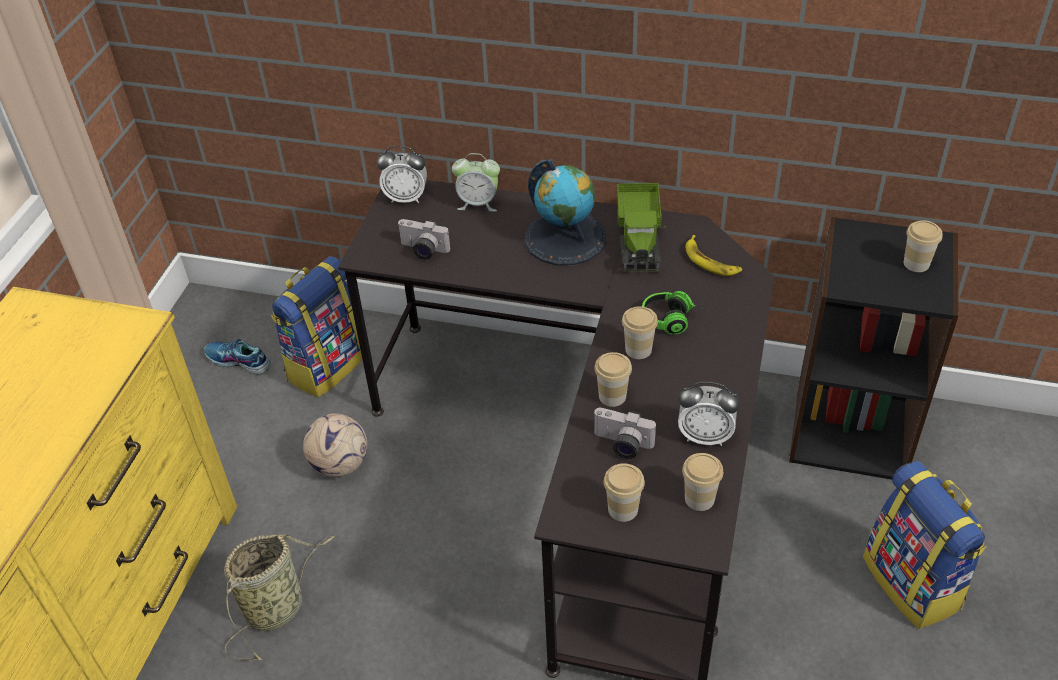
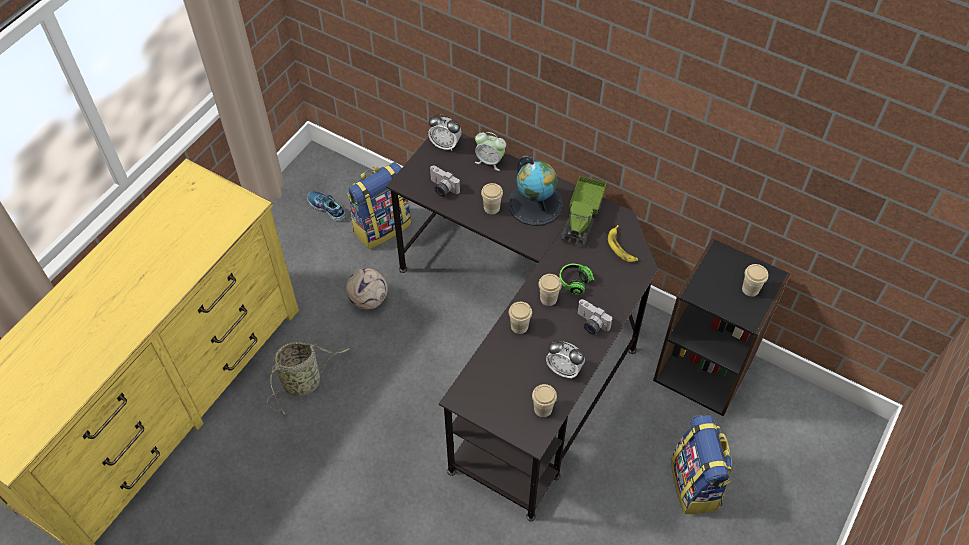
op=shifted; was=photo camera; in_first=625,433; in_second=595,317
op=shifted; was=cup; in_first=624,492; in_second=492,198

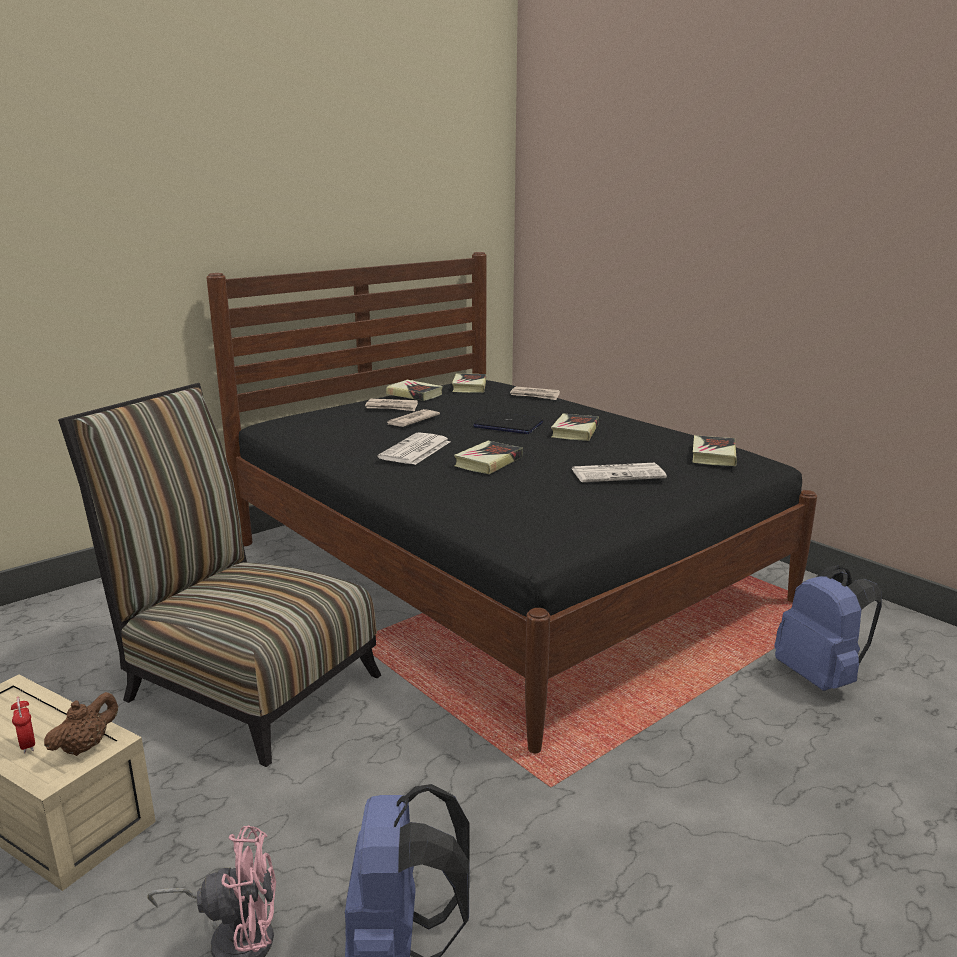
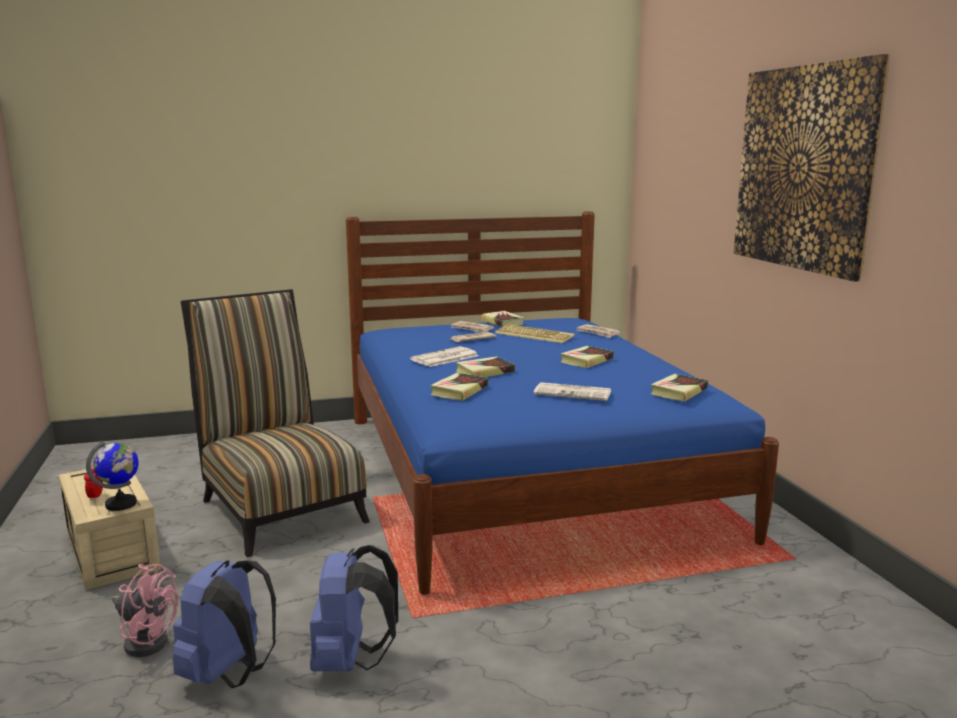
op=gone; was=laptop; in_first=508,423
op=new; now=keyboard; in_second=535,333
op=new; now=picture; in_second=812,167
op=shifted; was=book; in_first=469,383; in_second=459,387
op=shifted; was=backpack in blue; in_first=828,628; in_second=354,608
op=swapped; was=teapot in brown; now=globe; in_first=81,724; in_second=112,476
op=repainted; was=bed in black; now=bed in blue; in_first=512,502; in_second=562,403

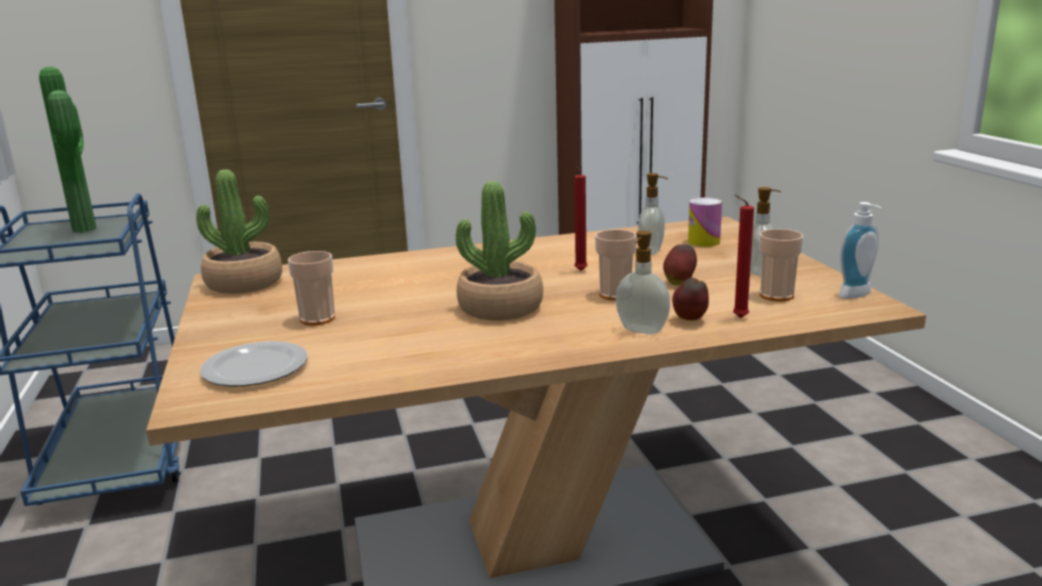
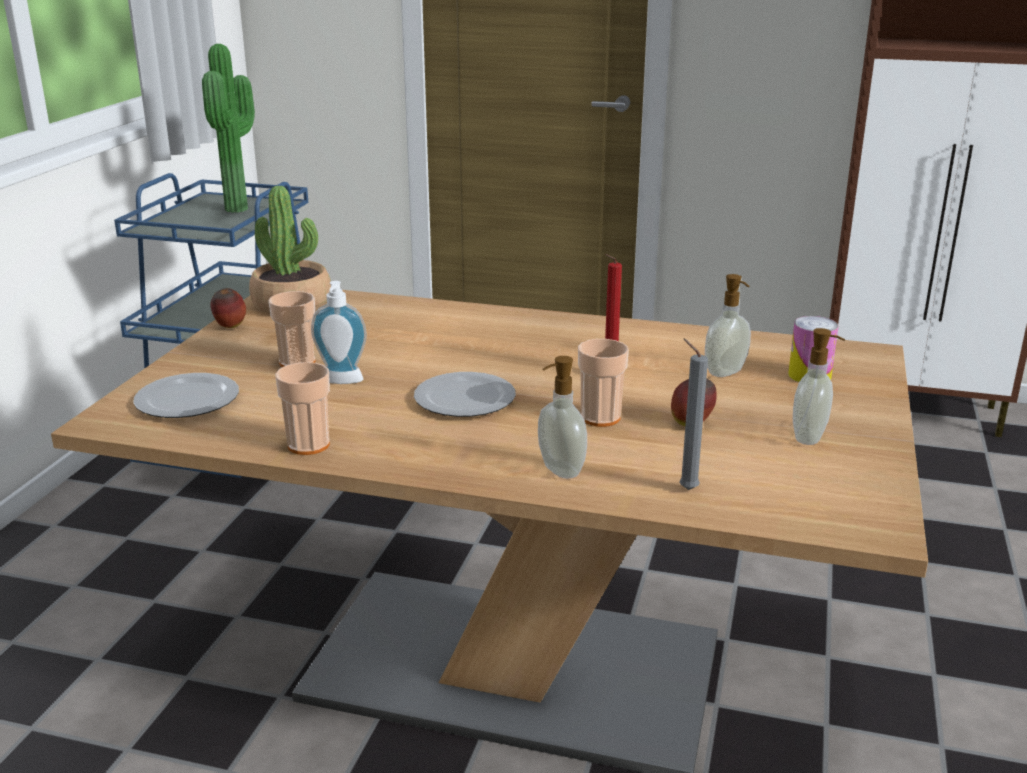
op=shifted; was=apple; in_first=690,299; in_second=228,308
op=shifted; was=cup; in_first=781,265; in_second=302,408
op=shifted; was=soap dispenser; in_first=860,250; in_second=339,332
op=swapped; was=potted plant; now=plate; in_first=499,251; in_second=465,394
op=repainted; was=candle in red; now=candle in grey; in_first=743,256; in_second=693,414

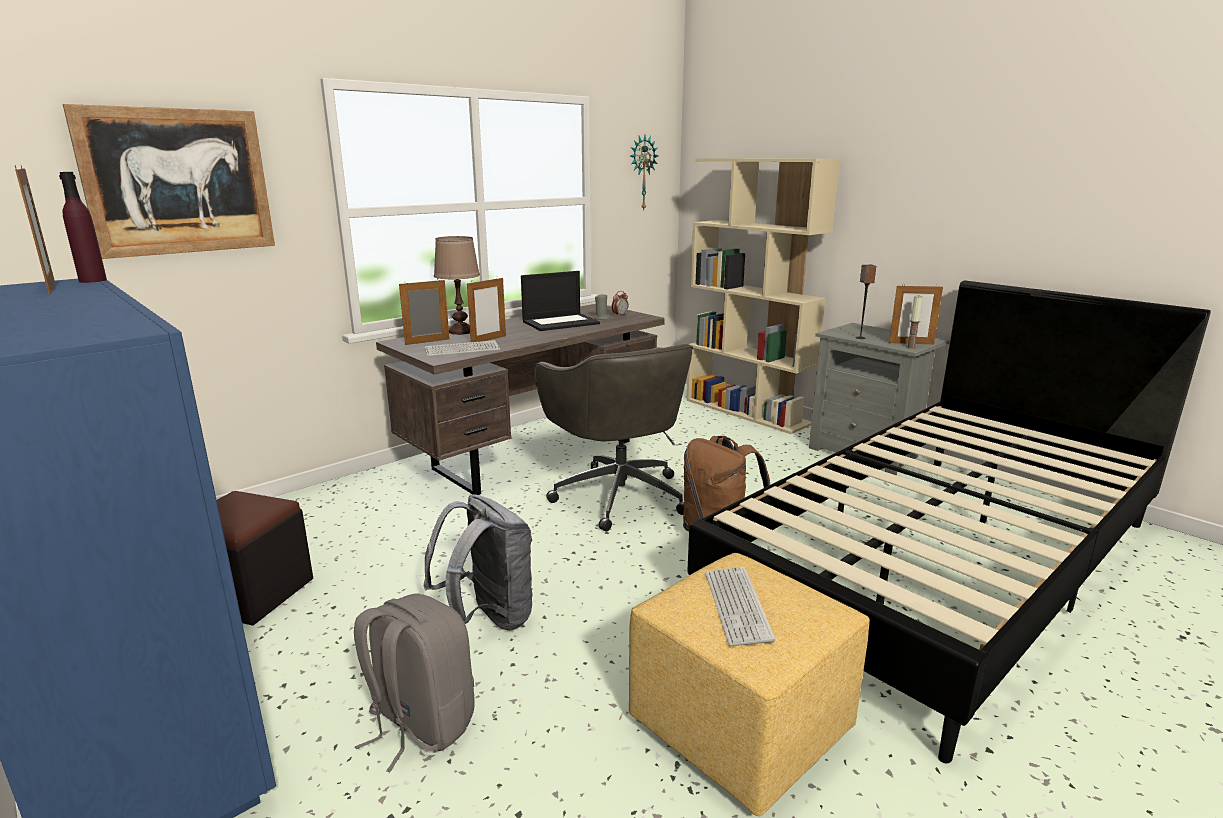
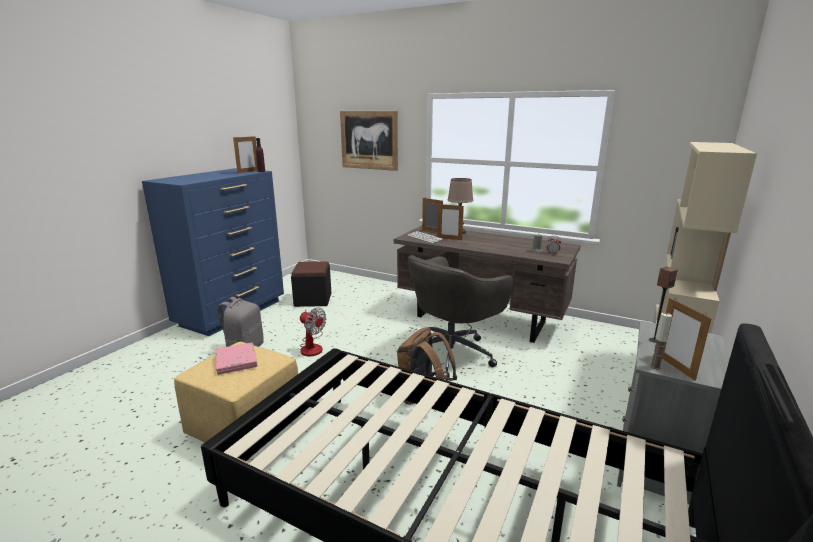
op=gone; was=laptop; in_first=560,301
op=gone; was=wall clock; in_first=644,172
op=swapped; was=backpack in grey; now=fan; in_first=478,562; in_second=313,331
op=swapped; was=keyboard; now=book in pink; in_first=740,606; in_second=236,358

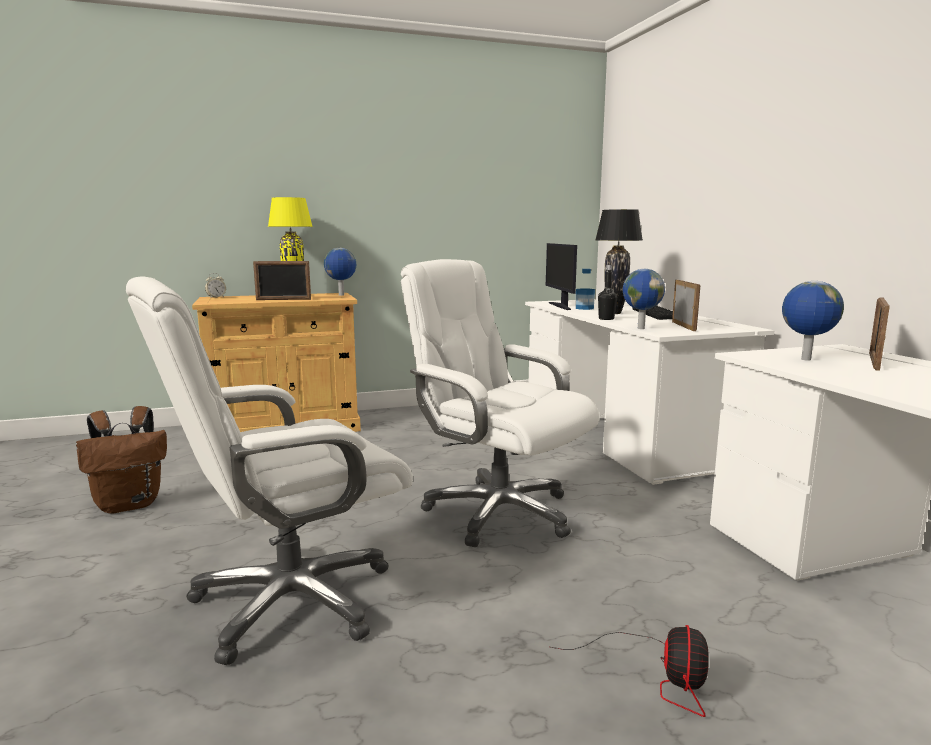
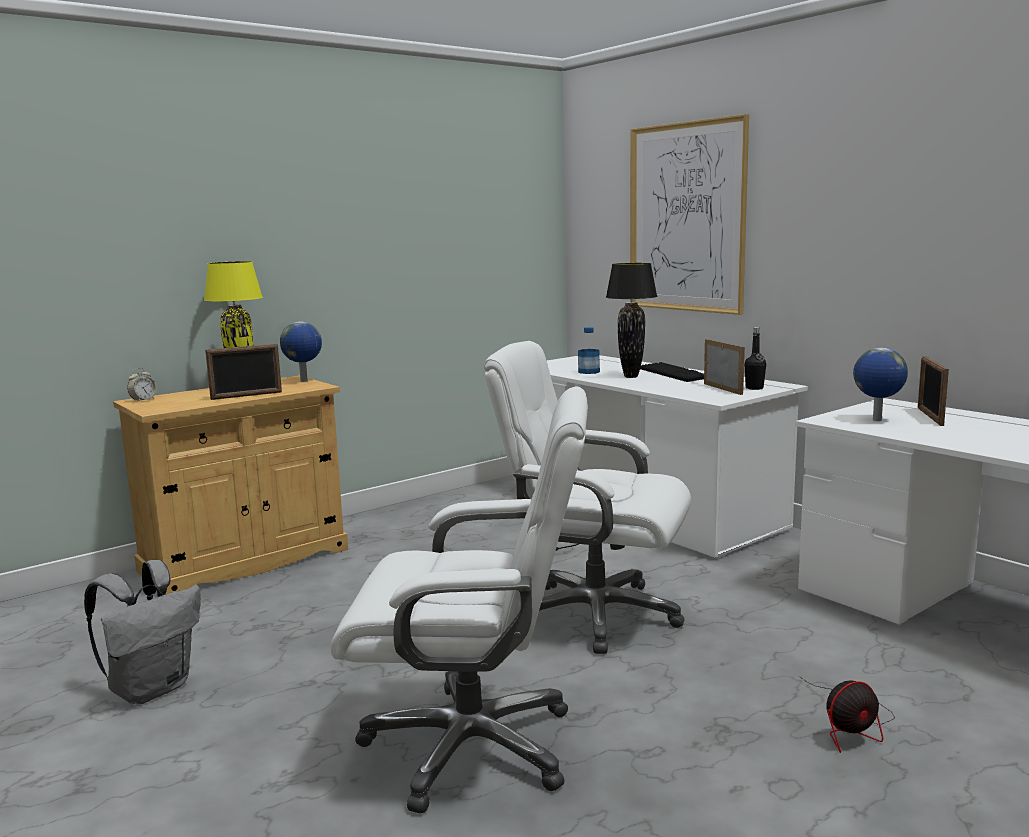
op=gone; was=monitor; in_first=561,276
op=gone; was=globe; in_first=644,299
op=new; now=picture; in_second=689,214
op=shifted; was=bottle in black; in_first=607,292; in_second=755,358
op=repainted; was=backpack in brown; now=backpack in grey; in_first=121,460; in_second=142,632
op=rotated; was=office chair in white; in_first=269,470; in_second=459,600; clockwise=-120
op=rotated; was=fan; in_first=630,671; in_second=847,714; clockwise=75

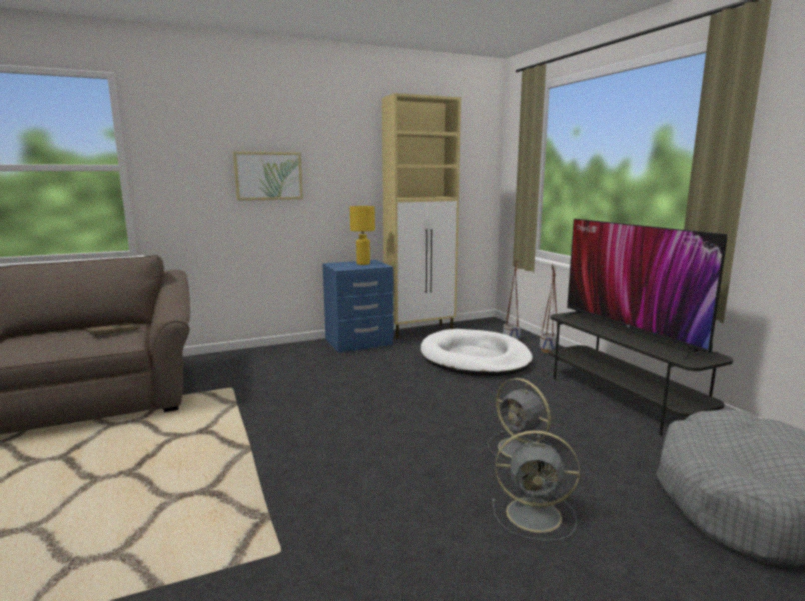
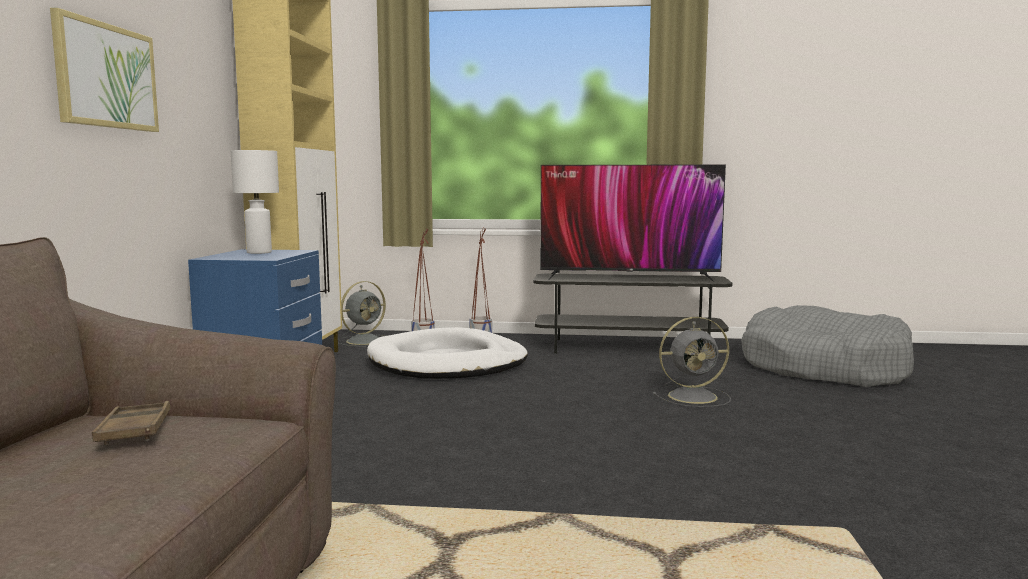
op=shifted; was=fan in grey; in_first=536,485; in_second=362,313
op=repainted; was=table lamp in yellow; now=table lamp in white; in_first=362,235; in_second=255,202

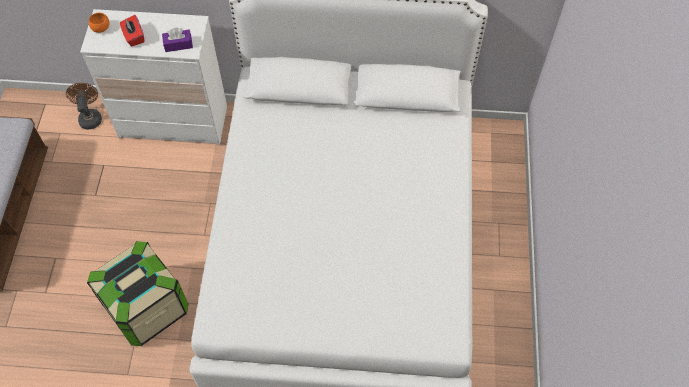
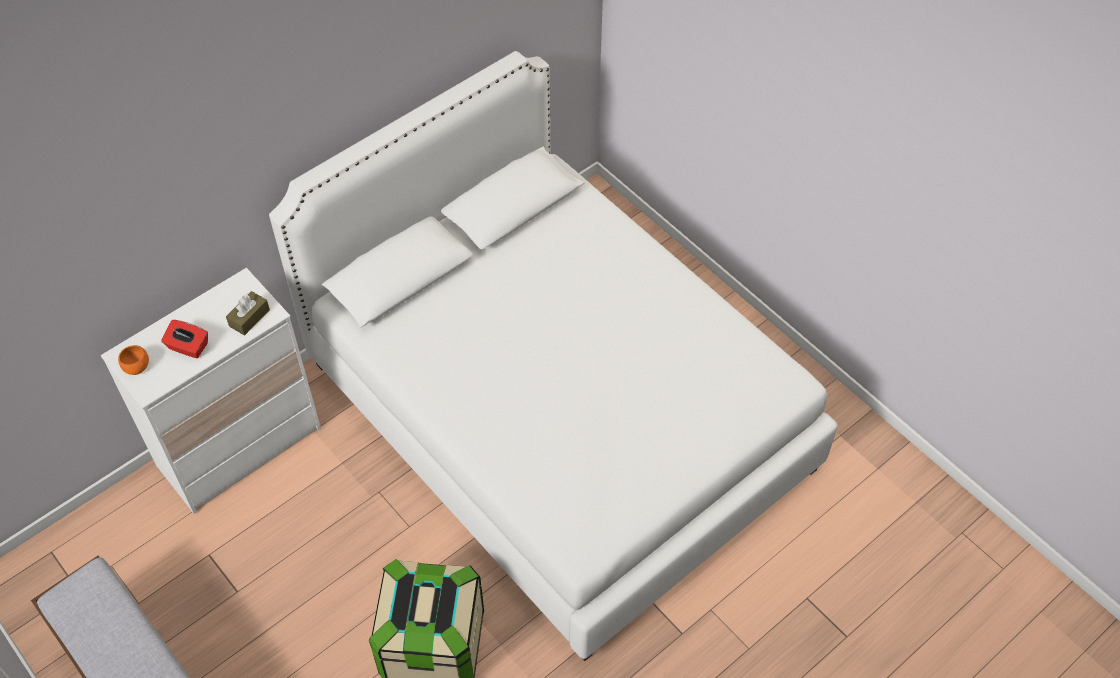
op=gone; was=fan in brown; in_first=84,106
op=repainted; was=tissue box in purple; now=tissue box in brown; in_first=177,40; in_second=248,313

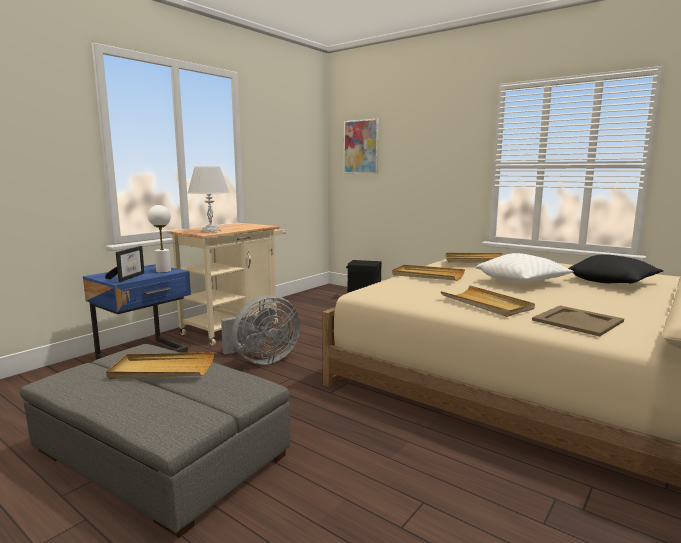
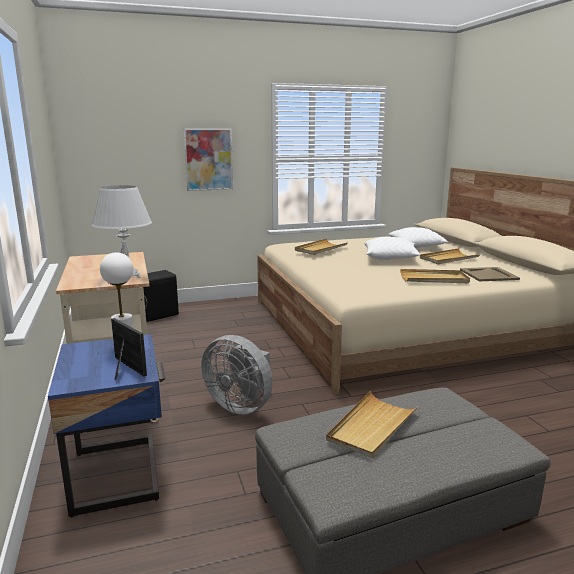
op=shifted; was=picture; in_first=361,146; in_second=208,159
op=shifted; was=tray in beige; in_first=428,273; in_second=450,256
op=repainted; was=pillow in black; now=pillow in white; in_first=615,269; in_second=419,237
op=rotated; was=fan in grey; in_first=260,330; in_second=237,375; clockwise=120

